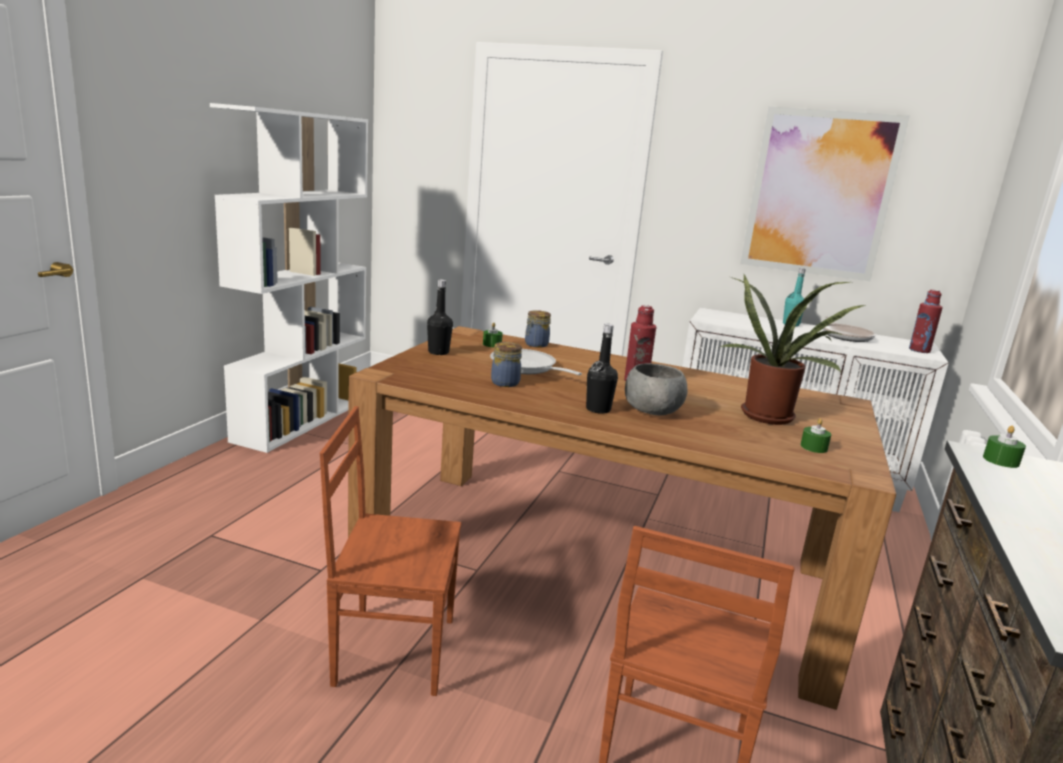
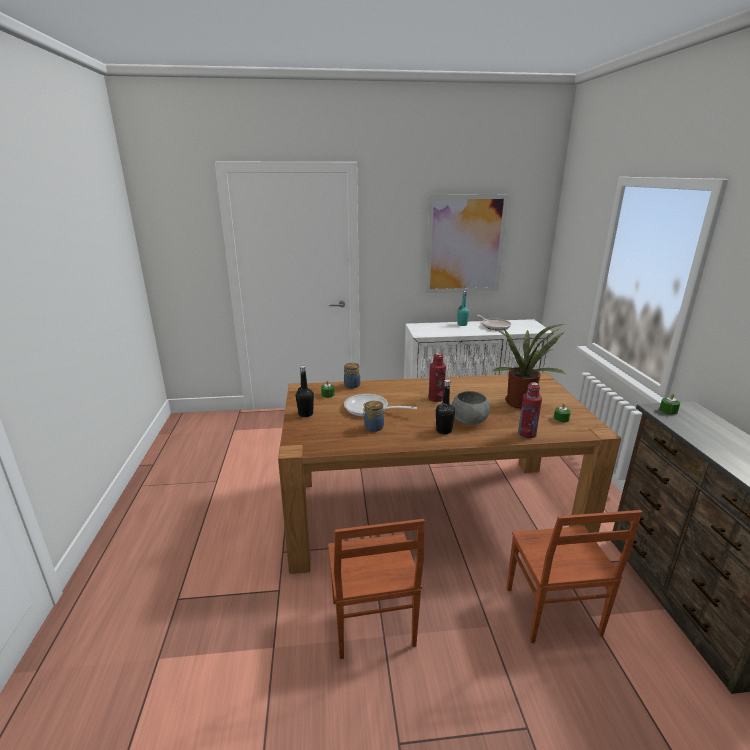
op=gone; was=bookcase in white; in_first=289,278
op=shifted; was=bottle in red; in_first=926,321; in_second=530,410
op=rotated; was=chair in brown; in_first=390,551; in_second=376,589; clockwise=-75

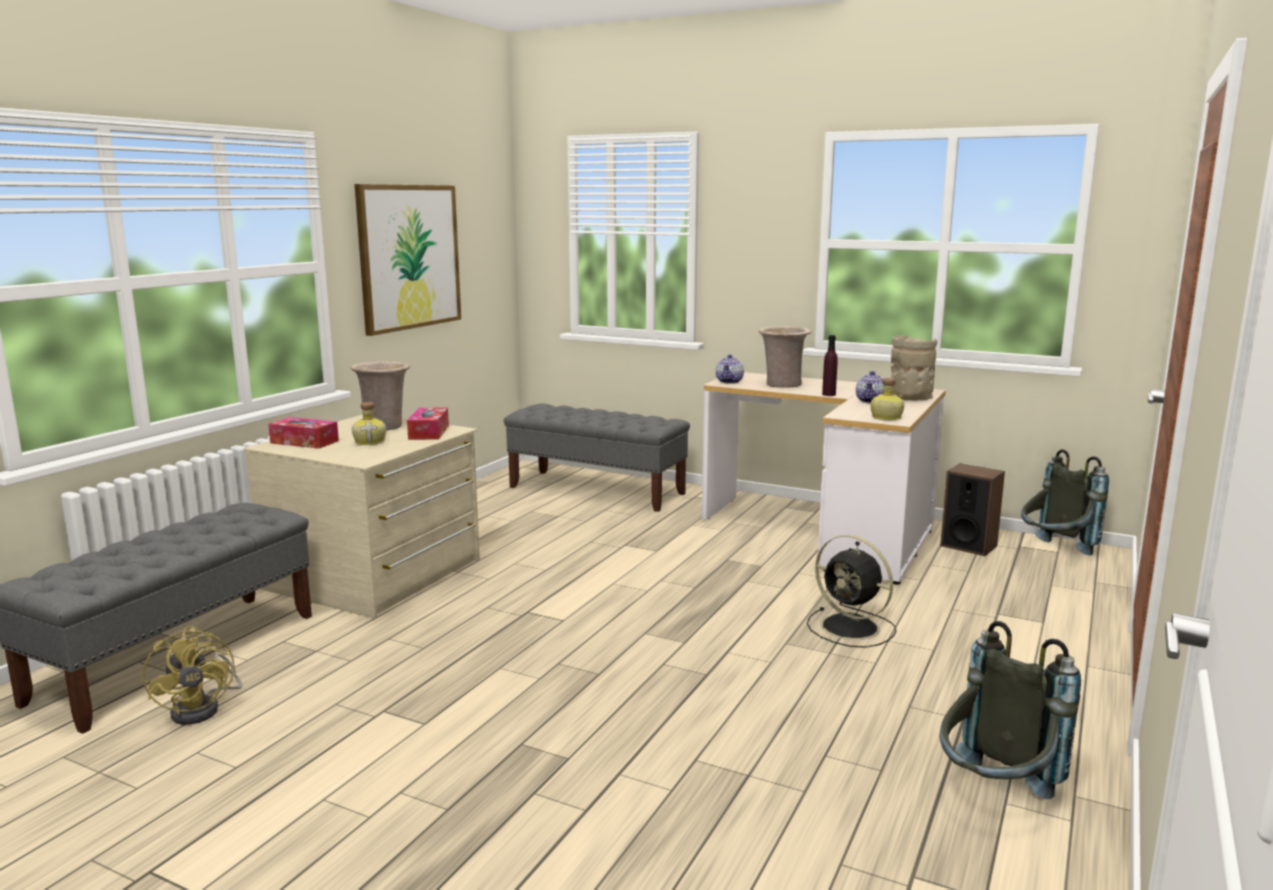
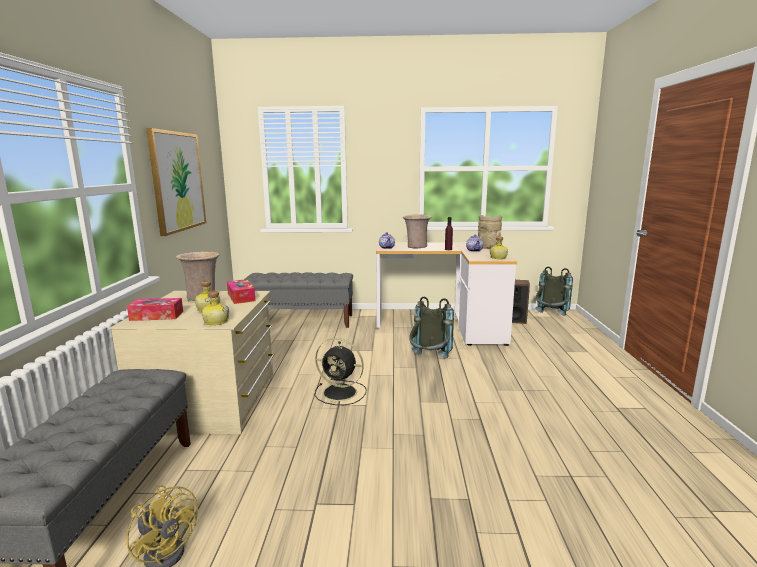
op=new; now=bottle; in_second=215,308
op=shifted; was=fan in black; in_first=852,591; in_second=340,371
op=shifted; was=backpack in grey; in_first=1010,710; in_second=431,327

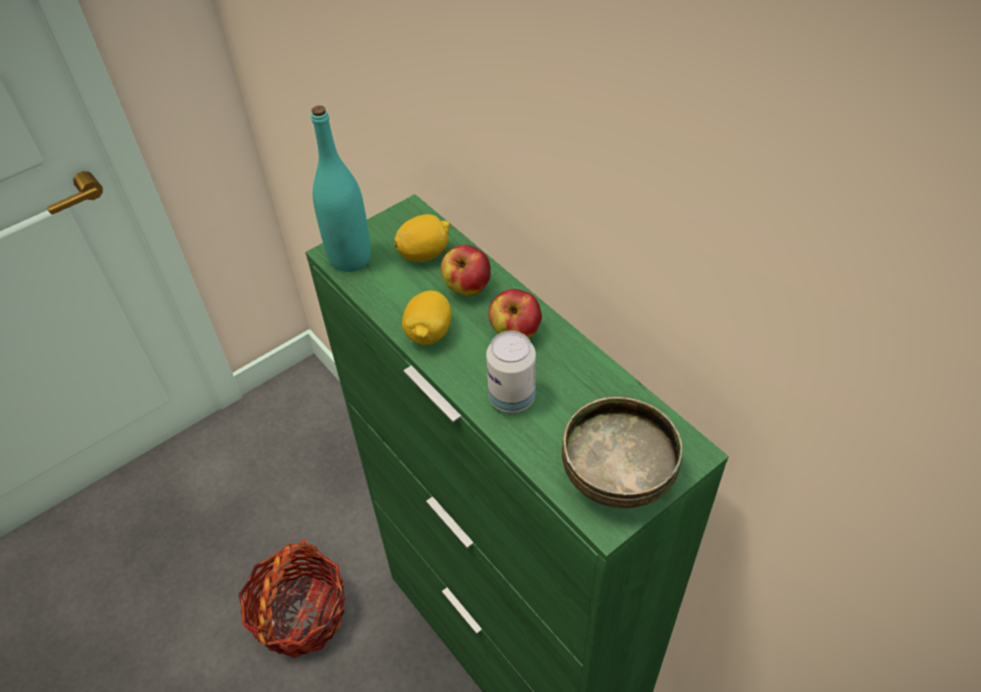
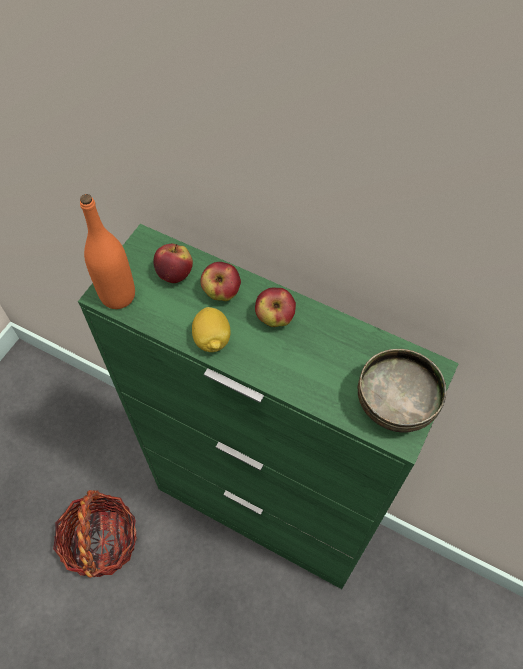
op=gone; was=can; in_first=511,372
op=swapped; was=lemon; now=apple; in_first=422,238; in_second=173,263
op=repainted; was=bottle in turquoise; now=bottle in orange; in_first=341,188; in_second=107,251

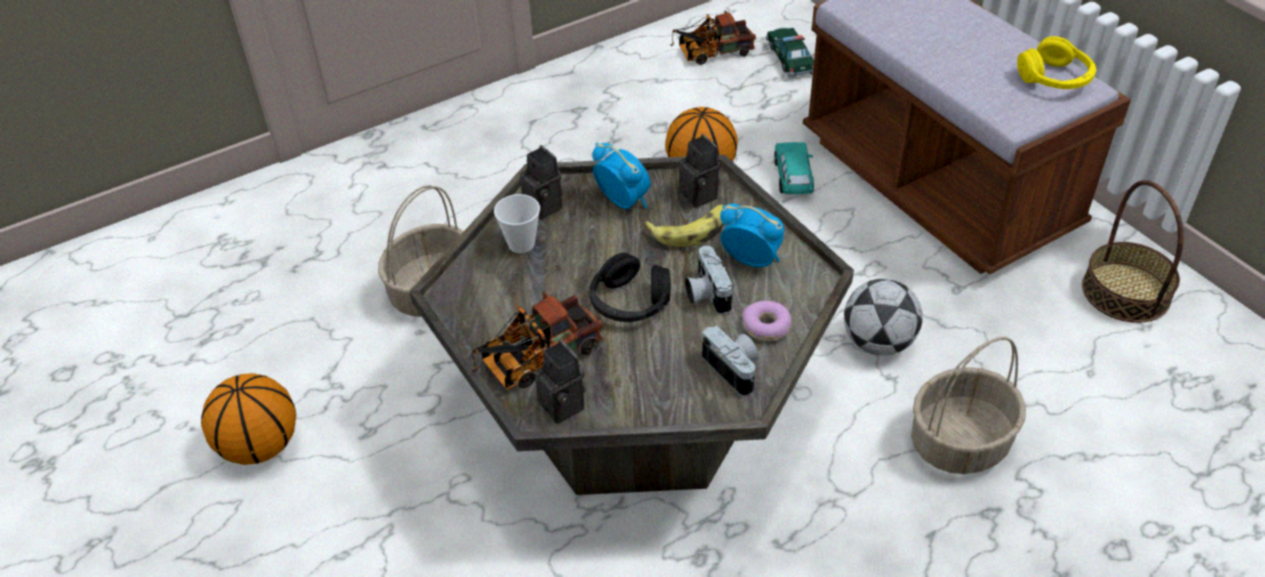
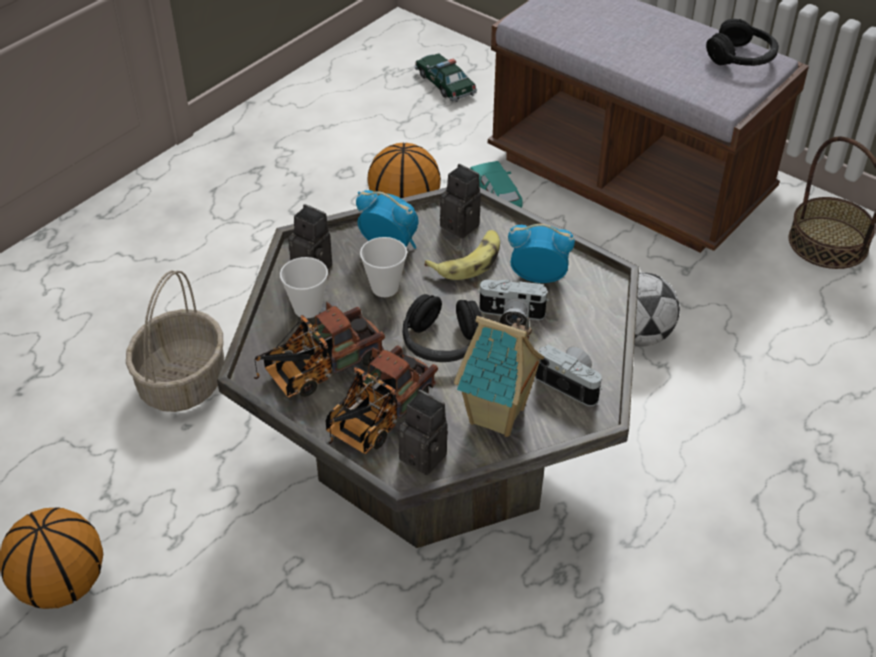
op=gone; was=donut; in_first=767,321
op=gone; was=basket; in_first=968,405
op=new; now=cup; in_second=383,267
op=new; now=toy house; in_second=499,376
op=shifted; was=toy truck; in_first=713,38; in_second=319,350
op=repainted; was=headphones in yellow; now=headphones in black; in_first=1056,62; in_second=742,42
op=rotated; was=photo camera; in_first=709,280; in_second=513,302; clockwise=-45

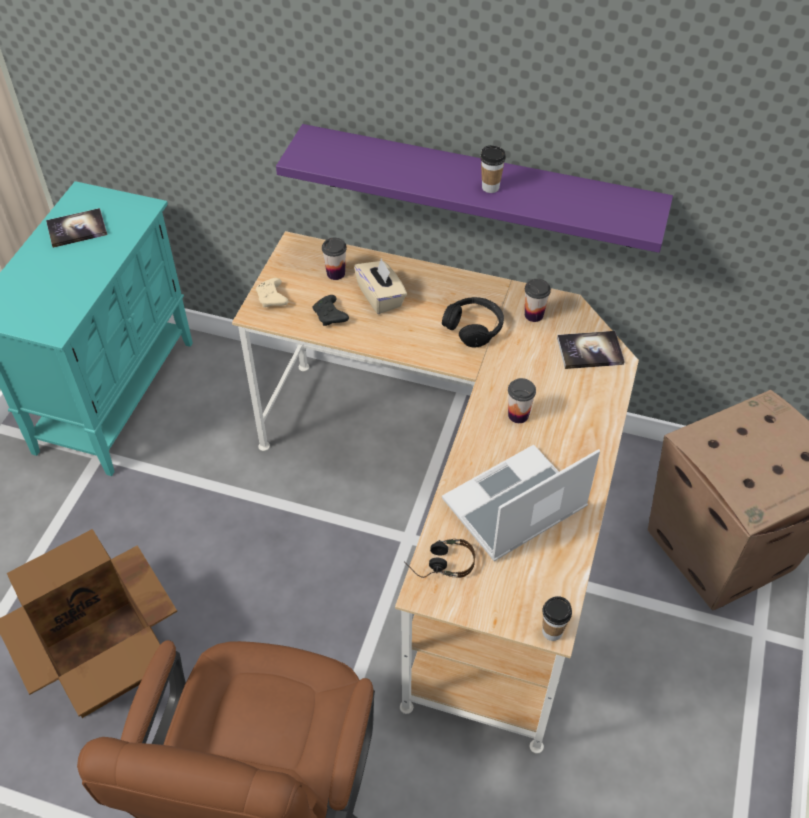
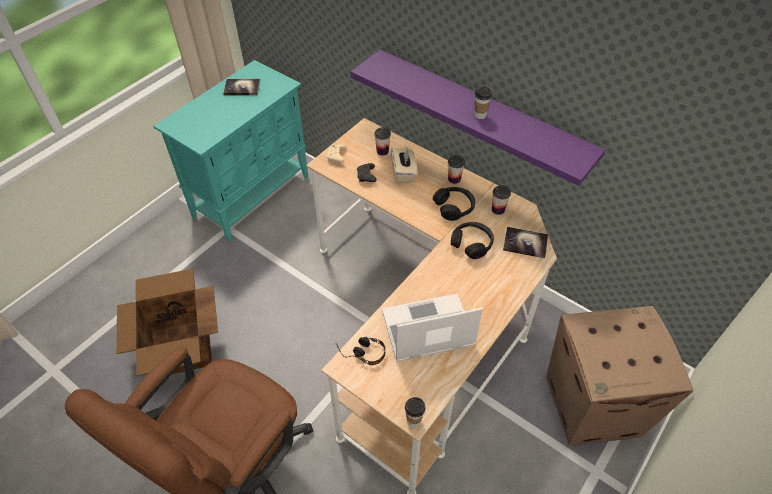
op=new; now=headphones in black; in_second=472,240
op=shifted; was=cup; in_first=522,400; in_second=456,169

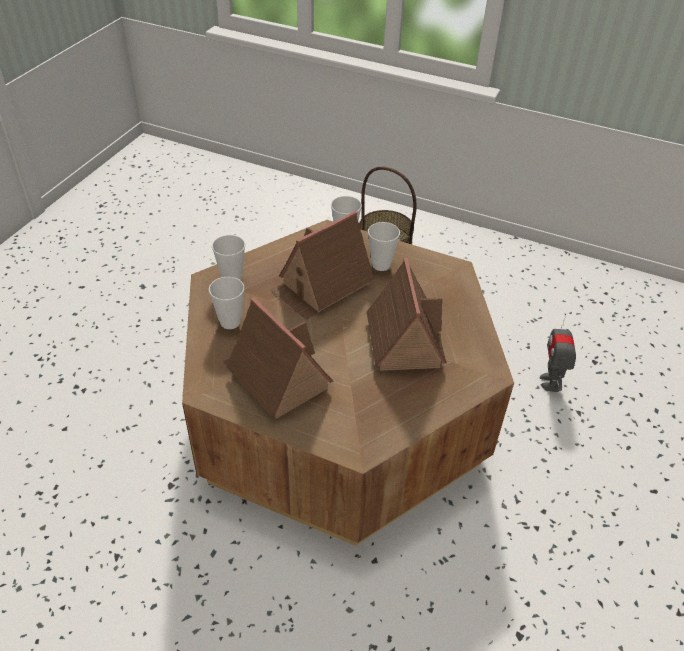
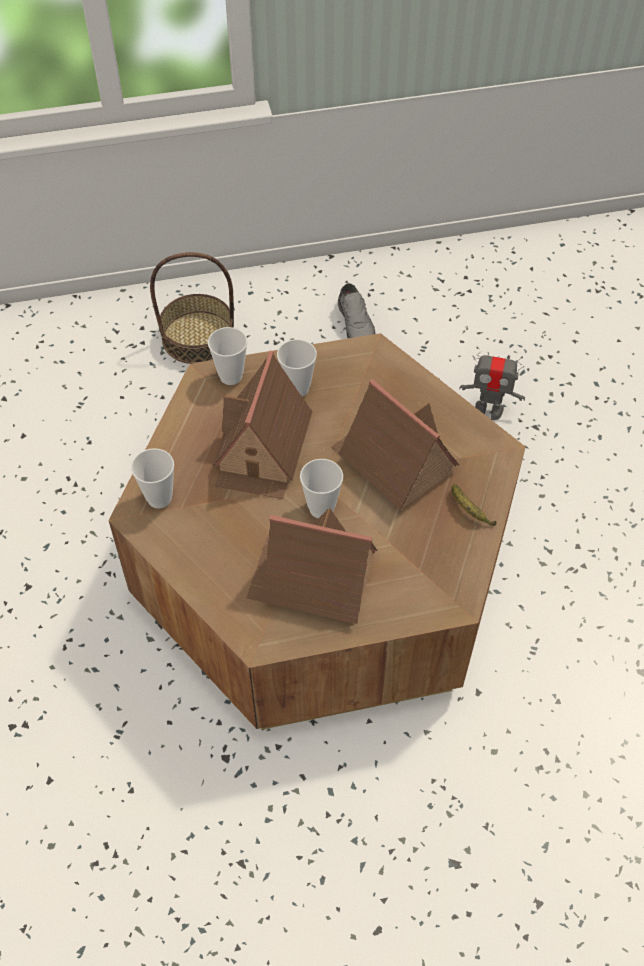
op=new; now=shoe in grey; in_second=357,310
op=new; now=banana; in_second=474,505
op=shifted; was=cup; in_first=227,303; in_second=321,489
op=rotated; was=toy robot; in_first=558,352; in_second=492,383; clockwise=-45

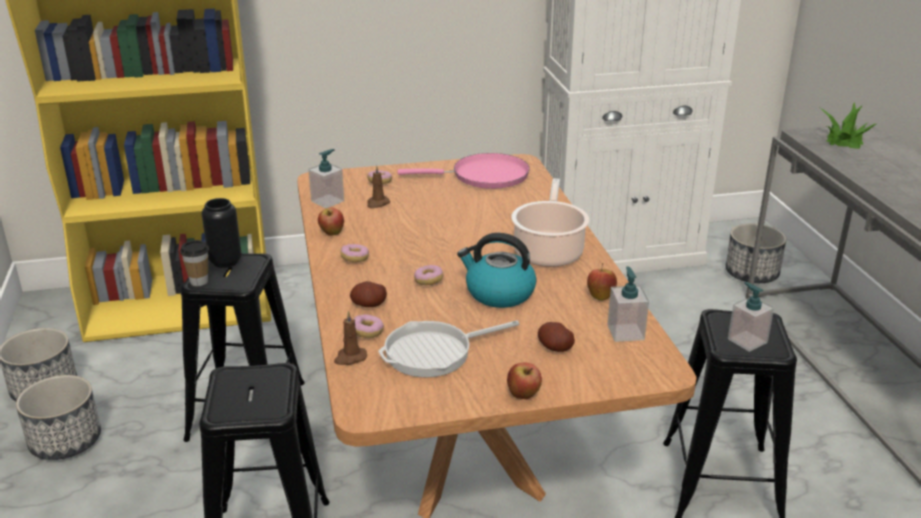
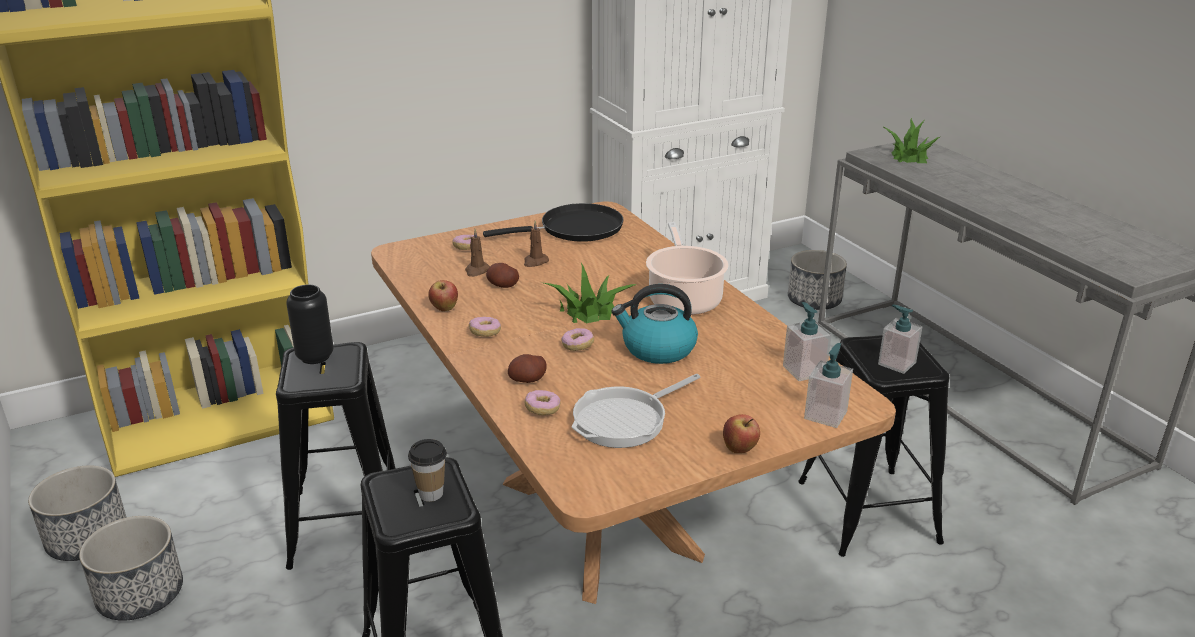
op=gone; was=apple; in_first=602,282
op=new; now=potted plant; in_second=590,293
op=shifted; was=cup; in_first=194,263; in_second=427,470
op=shifted; was=soap dispenser; in_first=326,178; in_second=828,385
op=shifted; was=candle in brown; in_first=350,338; in_second=536,244
op=shifted; was=potato; in_first=556,337; in_second=502,275
op=repainted; was=frying pan in pink; now=frying pan in black; in_first=463,171; in_second=553,222

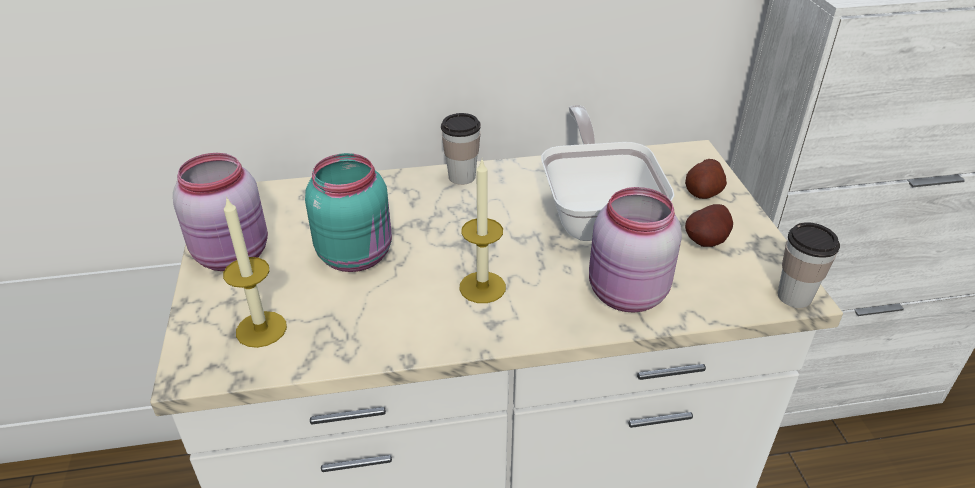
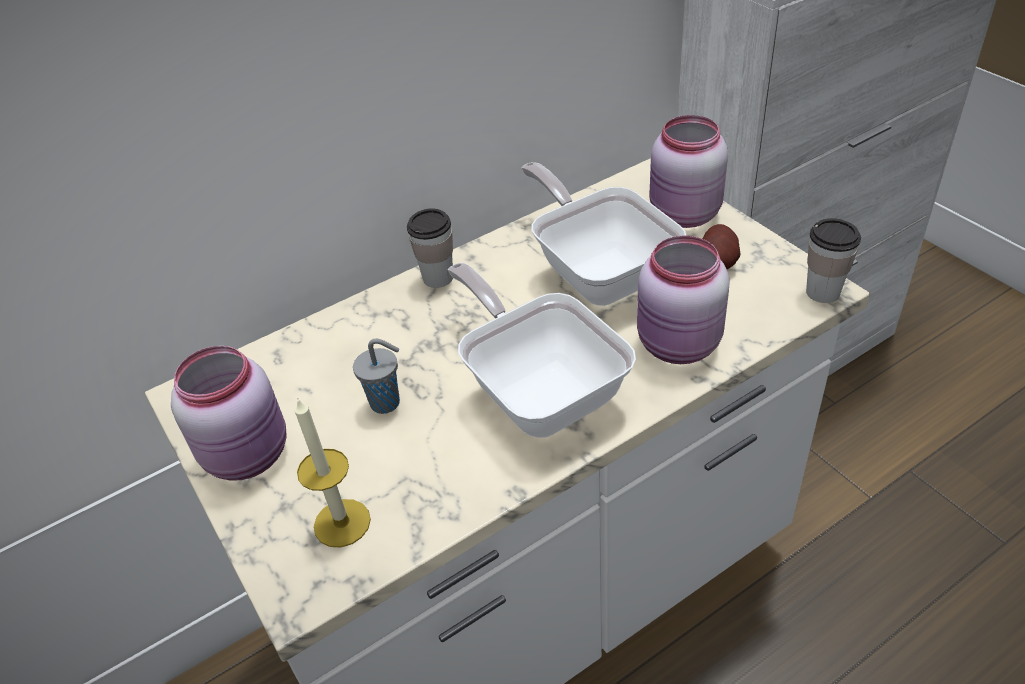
op=swapped; was=jar in turquoise; now=cup in grey; in_first=348,212; in_second=376,376
op=swapped; was=candle; now=frying pan; in_first=482,231; in_second=542,350
op=swapped; was=potato; now=jar in pink; in_first=706,179; in_second=688,171

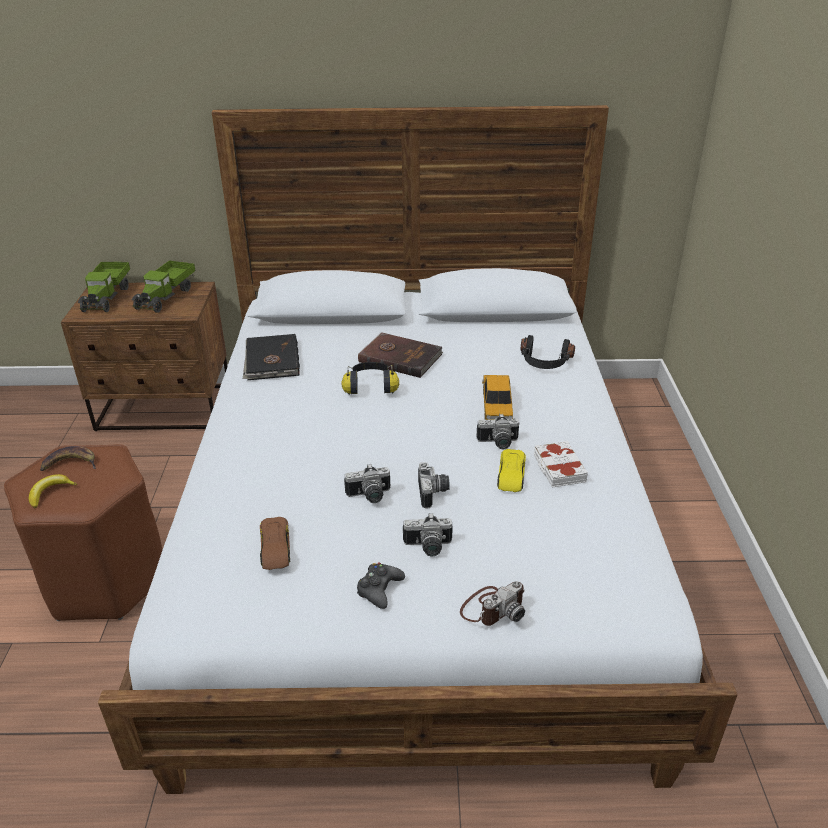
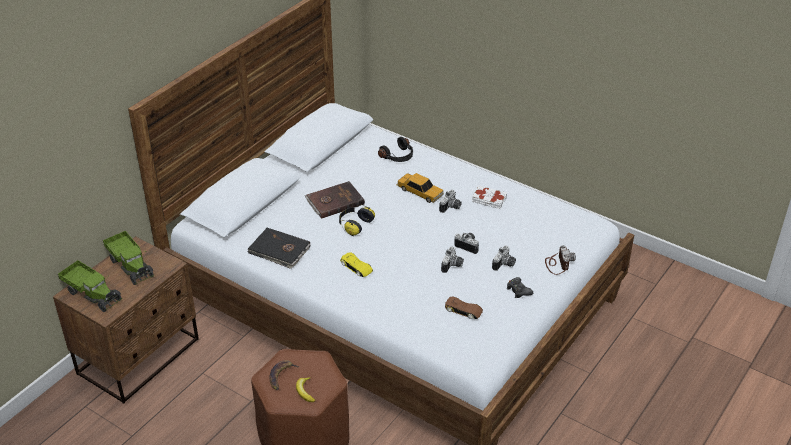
op=shifted; was=toy car in yellow; in_first=511,470; in_second=356,264

